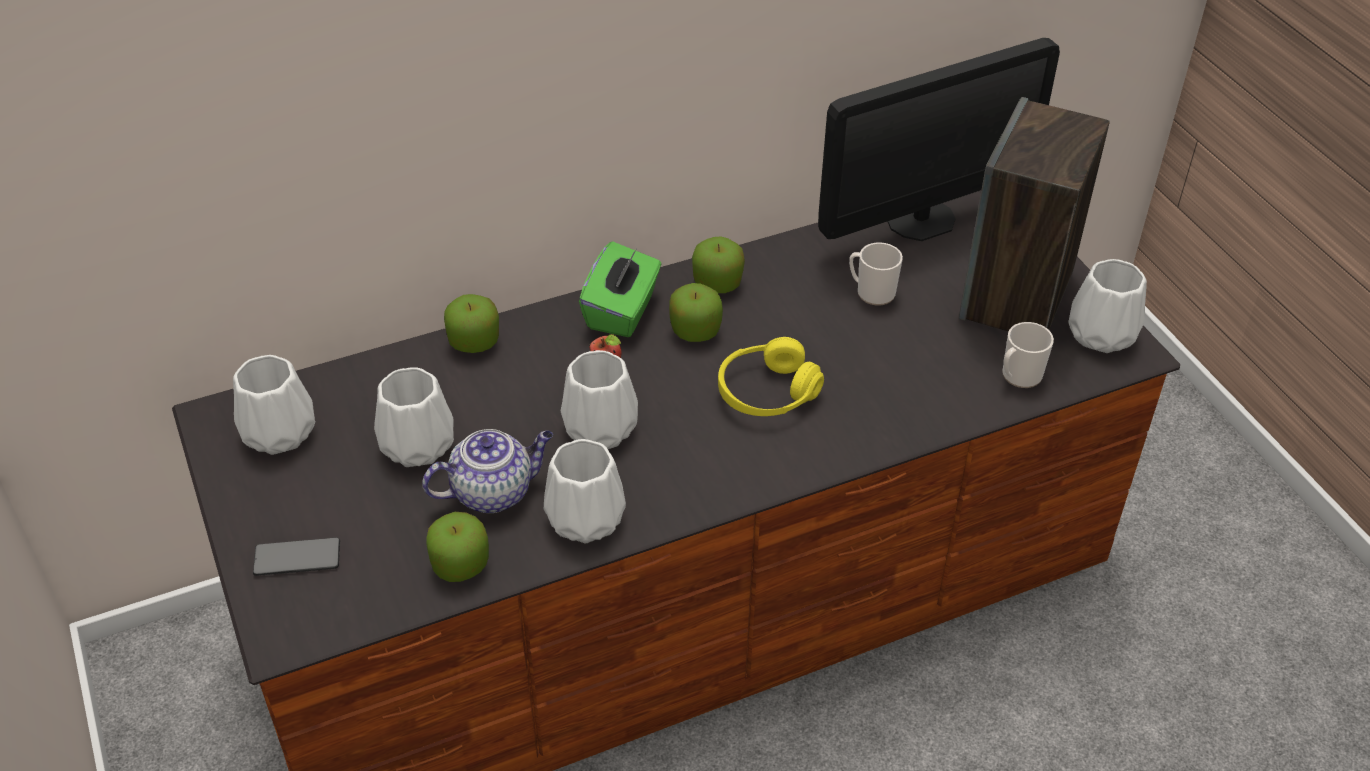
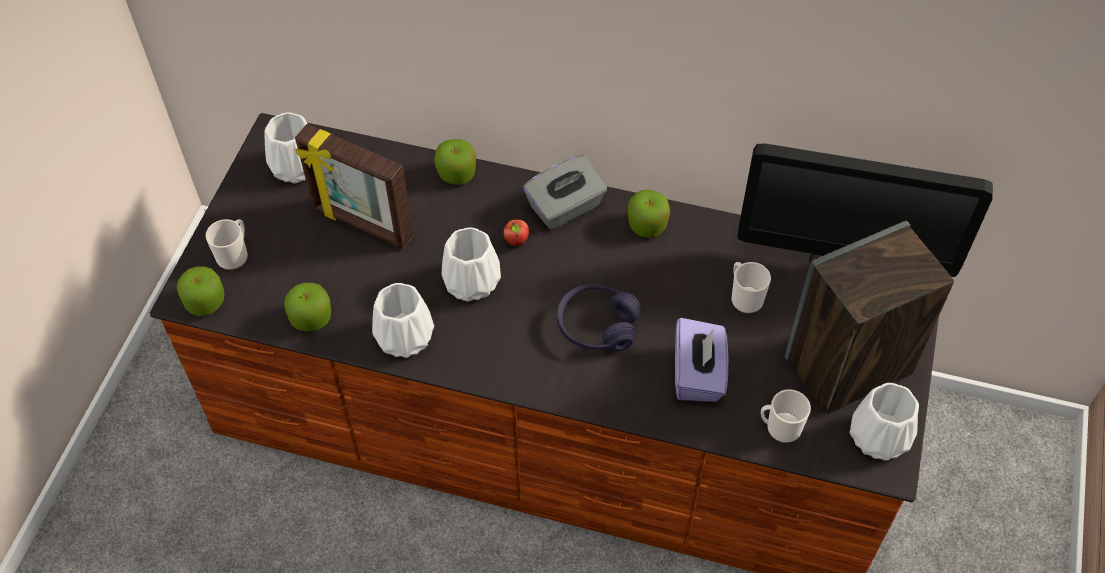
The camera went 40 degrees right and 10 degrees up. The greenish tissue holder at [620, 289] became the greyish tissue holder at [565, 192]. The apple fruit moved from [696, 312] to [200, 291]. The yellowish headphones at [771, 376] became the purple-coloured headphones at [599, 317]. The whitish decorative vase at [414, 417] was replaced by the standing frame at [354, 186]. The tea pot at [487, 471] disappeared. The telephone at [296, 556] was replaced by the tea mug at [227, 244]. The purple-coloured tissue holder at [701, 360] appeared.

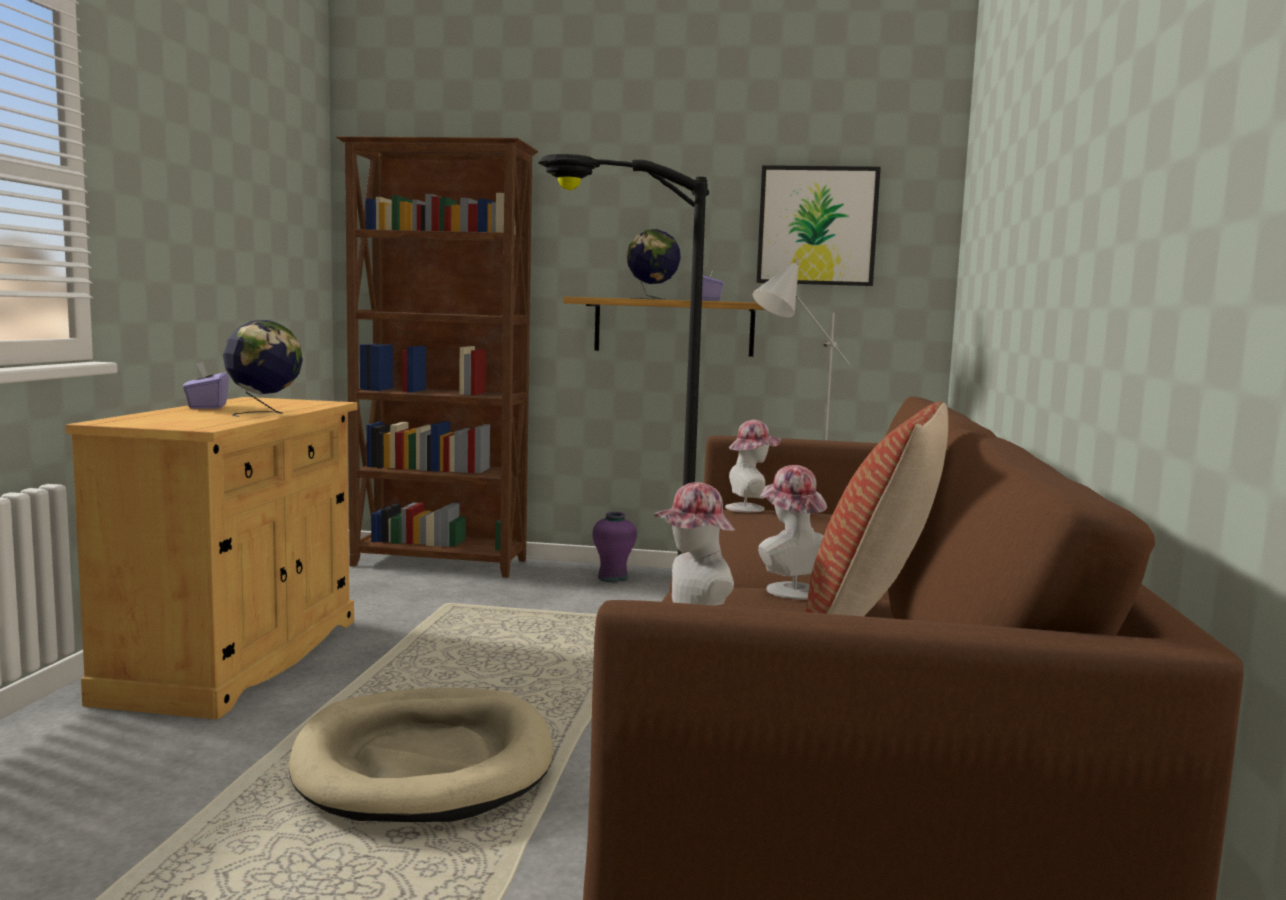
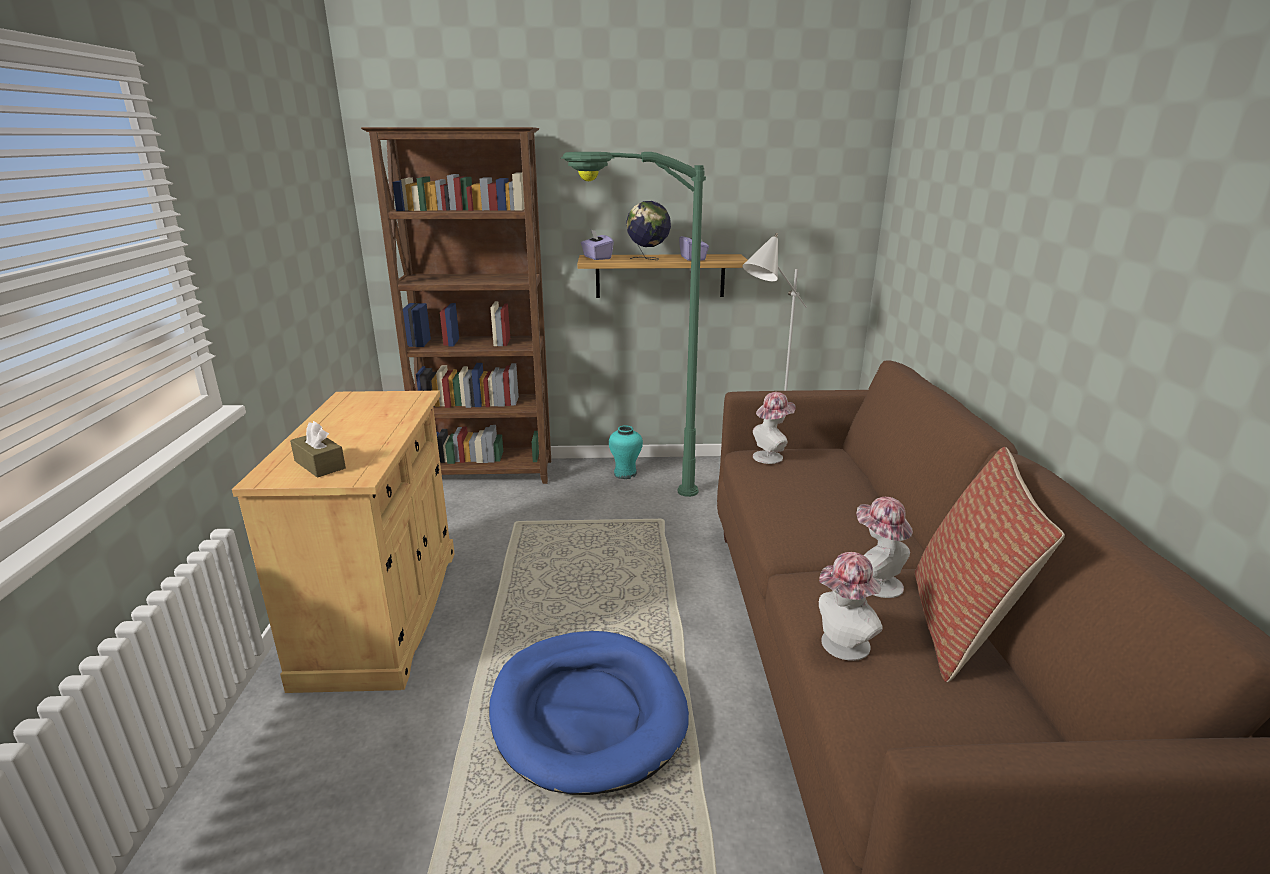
The camera went 10 degrees left and 15 degrees up. The black standard lamp at [623, 354] became the greenish standard lamp at [633, 324]. The wall art at [819, 225] disappeared. The world globe at [263, 368] disappeared. The purple-coloured tissue holder moved from [206, 385] to [597, 245]. The purple-coloured decorative vase at [615, 547] became the turquoise decorative vase at [626, 452]. The sand-coloured dog bed at [421, 754] became the bluish dog bed at [589, 713]. The brown tissue holder at [318, 449] appeared.

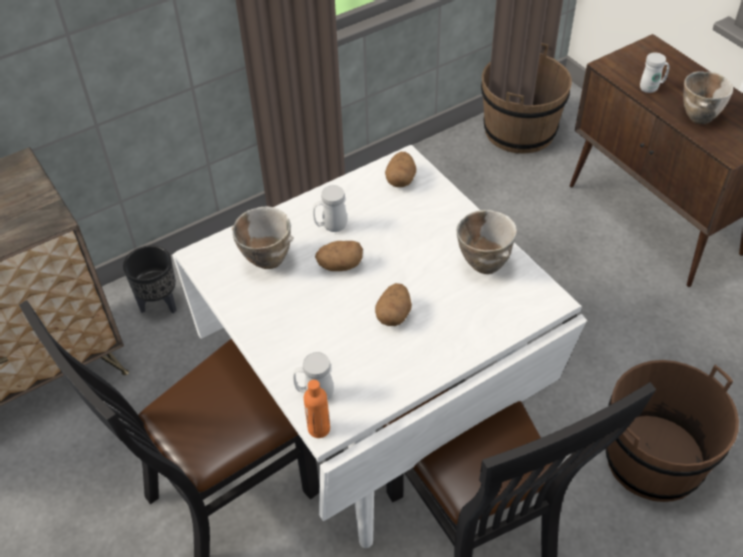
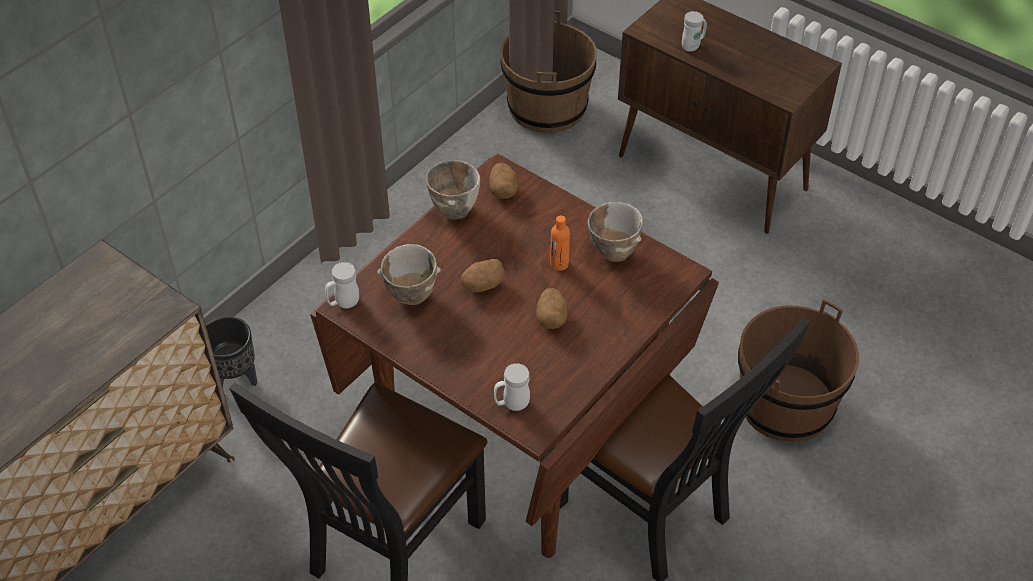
The camera went 20 degrees left and 0 degrees up. The serving bowl moved from [708, 97] to [453, 190]. The whitish dinner table at [379, 346] became the brown dinner table at [514, 356]. The whitish tea mug moved from [330, 208] to [342, 285]. The orange bottle moved from [317, 409] to [560, 243].

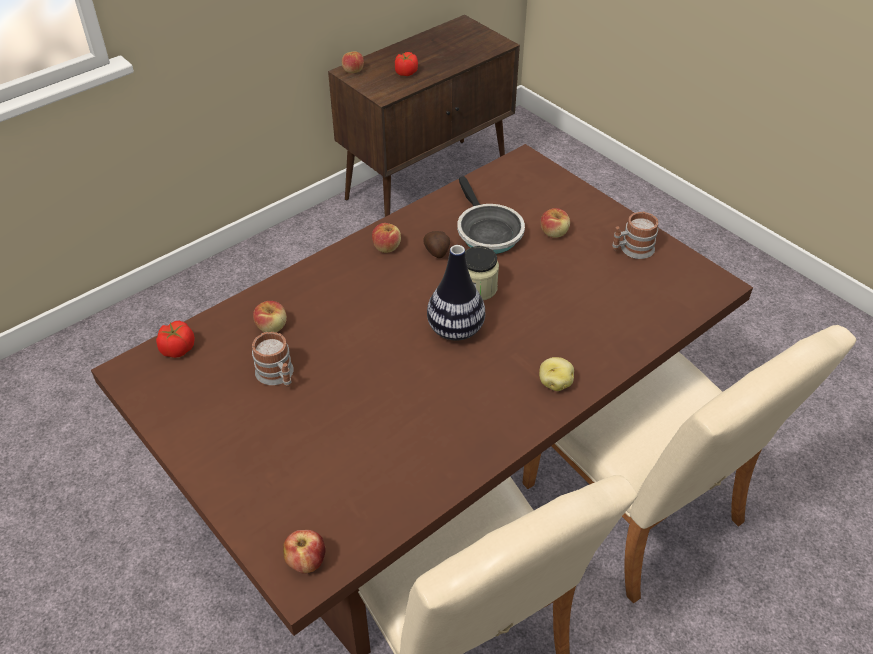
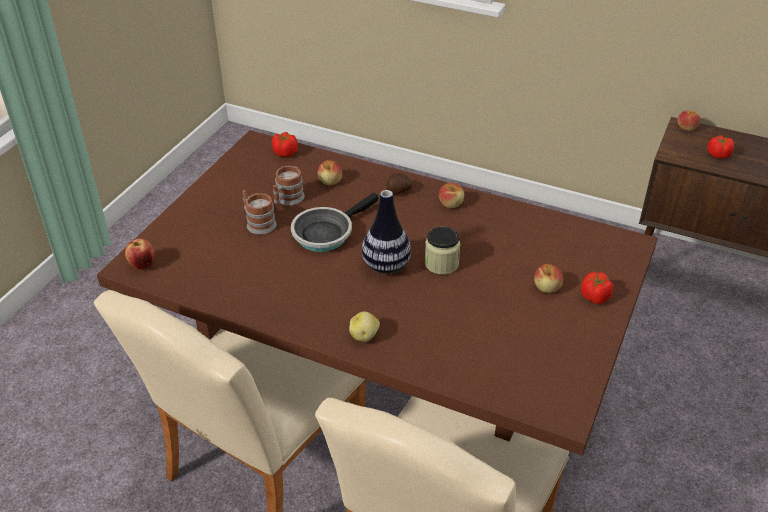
The camera went 65 degrees right and 5 degrees down. The pan moved from [491, 215] to [335, 222]. The tea mug moved from [635, 235] to [259, 212]. The potato moved from [436, 244] to [399, 184]. The tomato at [597, 288] appeared.

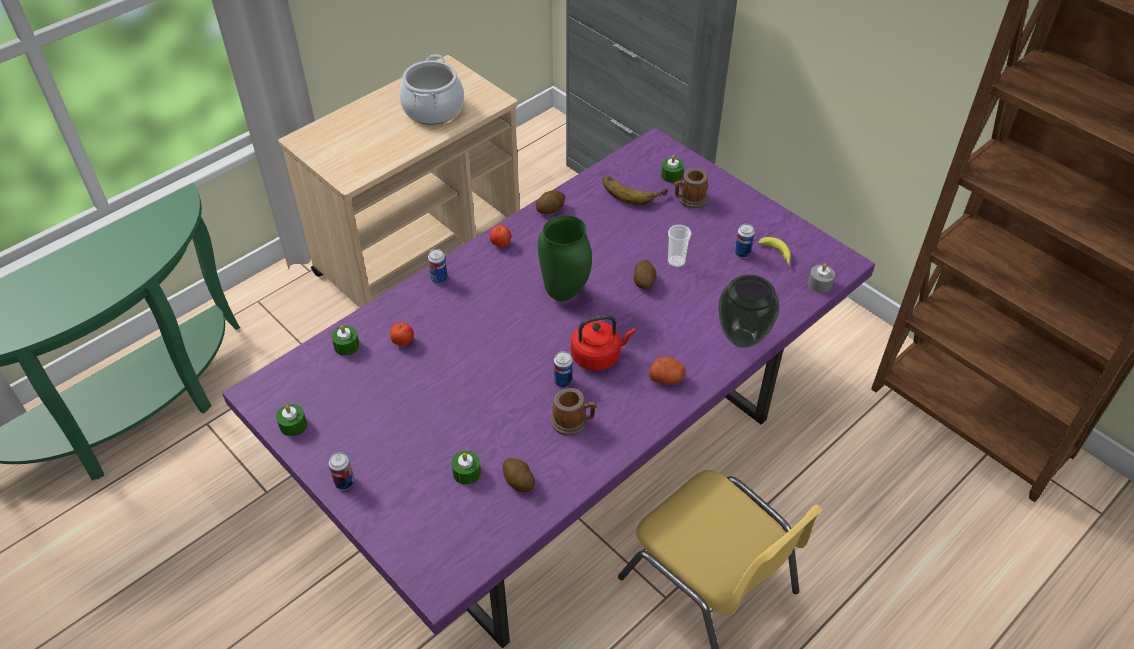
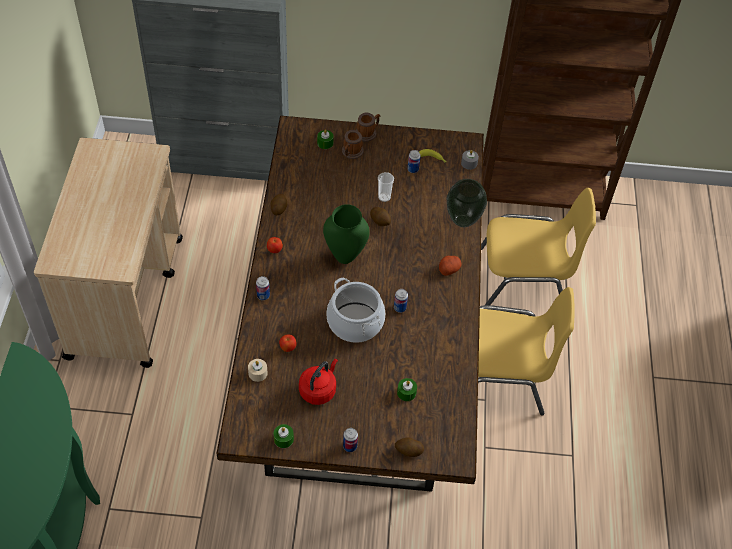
The camera went 45 degrees left and 5 degrees up. The saucepot moved from [431, 89] to [355, 310]. The purple-coloured dinner table at [548, 388] became the brown dinner table at [350, 304]. The banana at [635, 190] disappeared. The reddish tea kettle moved from [603, 343] to [318, 382]. The greenish candle at [345, 340] became the sand-coloured candle at [258, 370]. The tea mug moved from [574, 412] to [368, 127]. The potato moved from [519, 475] to [409, 447]. The yellowish plain chair at [538, 246] appeared.

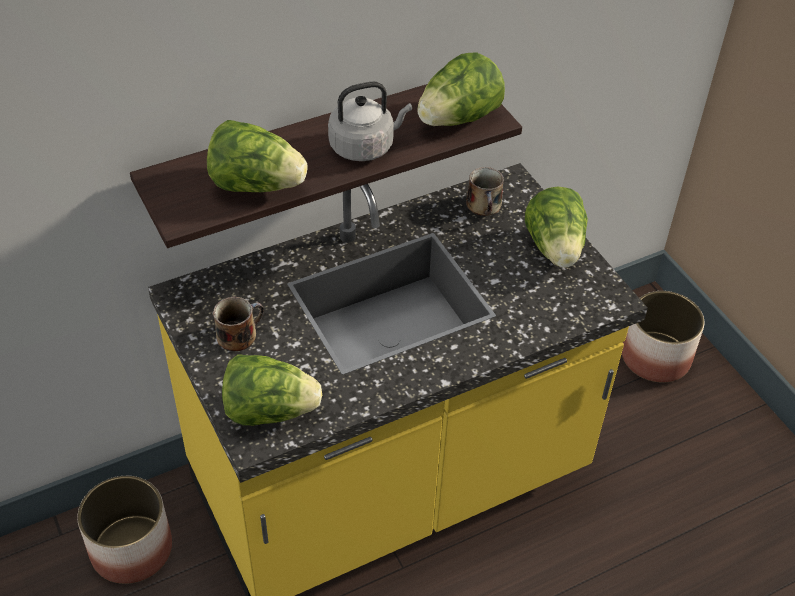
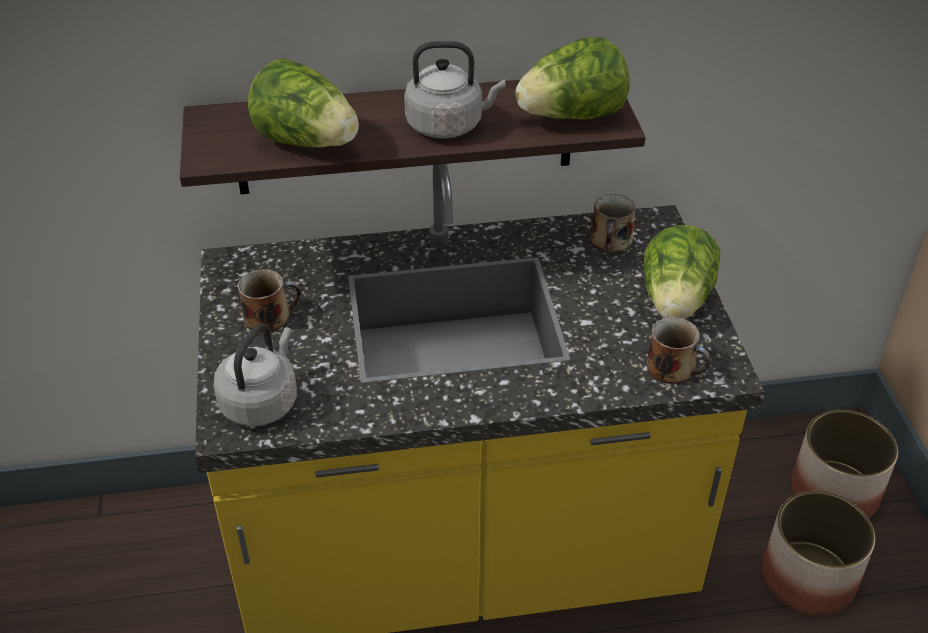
The camera went 20 degrees right and 5 degrees down. The lettuce head at [272, 390] was replaced by the greyish tea kettle at [255, 374]. The plant pot moved from [124, 530] to [818, 553]. The tea mug at [678, 350] appeared.

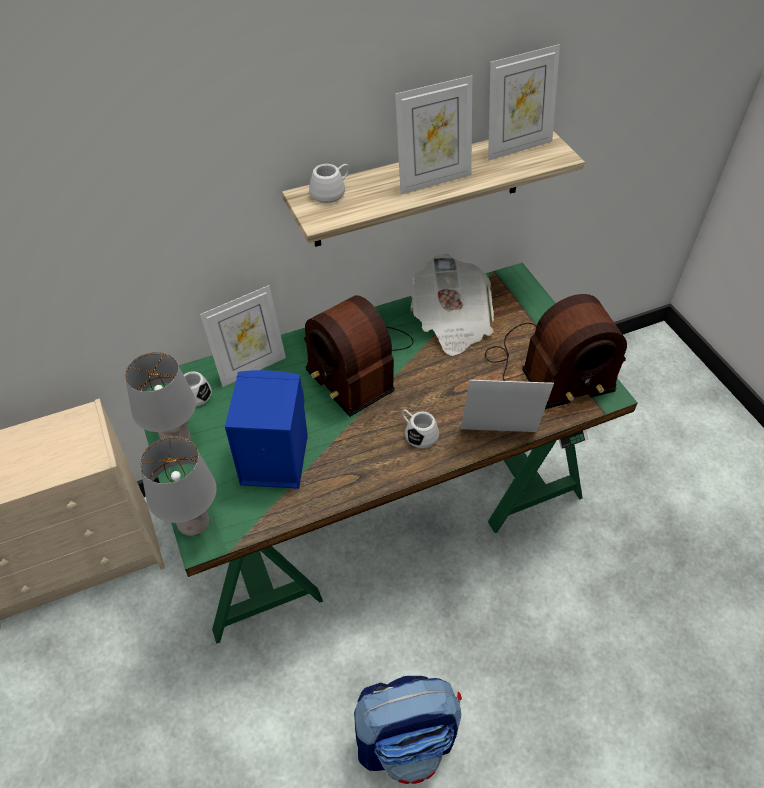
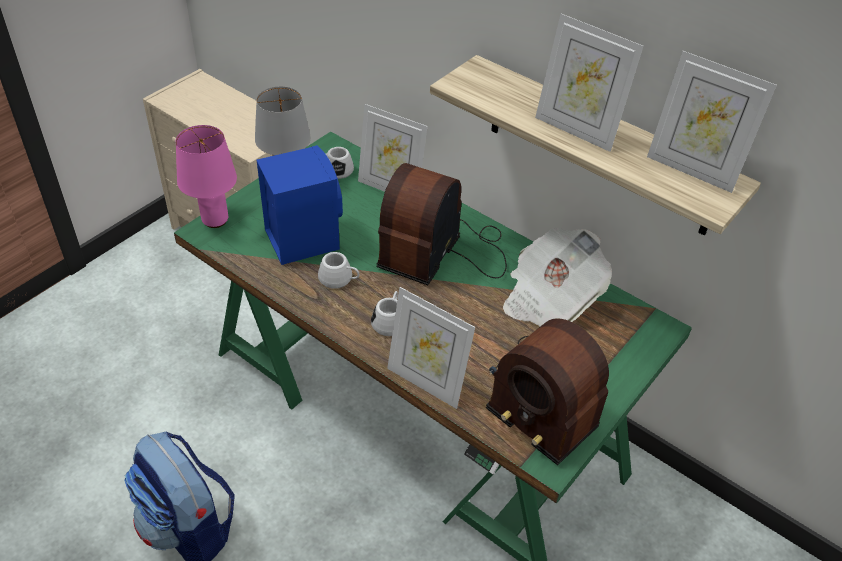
The camera went 60 degrees right and 5 degrees down. The whitish tea mug moved from [329, 183] to [338, 270]. The standing frame at [507, 406] turned 150 degrees clockwise. The greyish tabletop lamp at [178, 486] became the pinkish tabletop lamp at [206, 176].

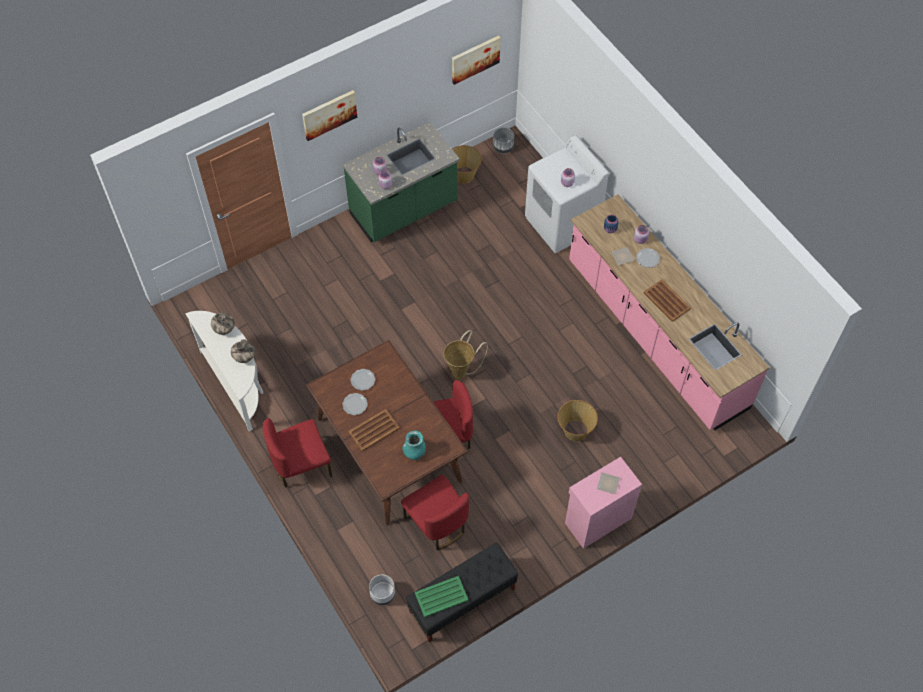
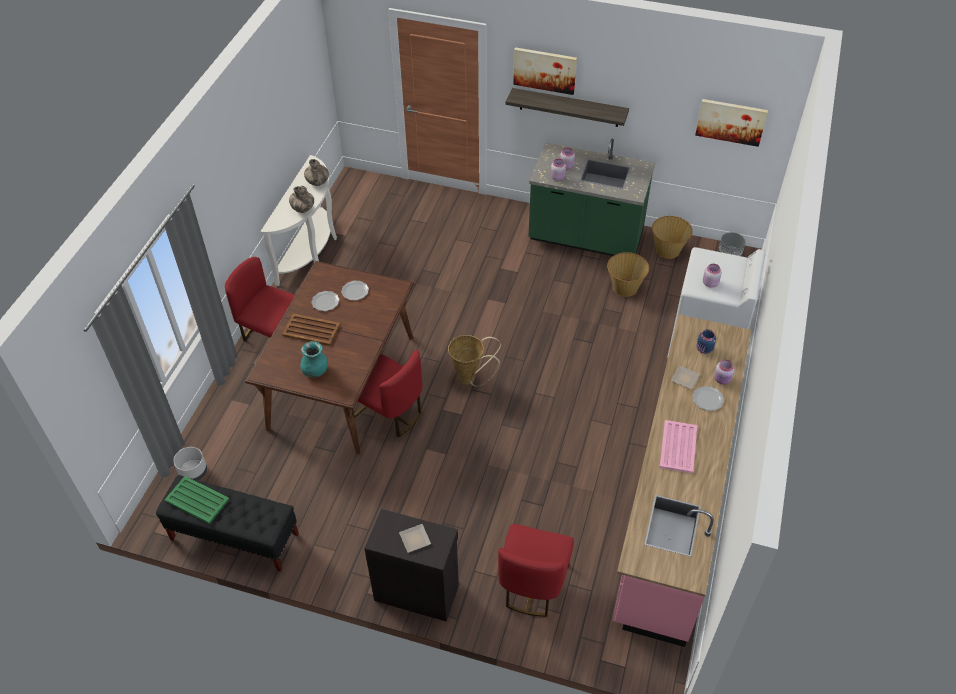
The camera went 50 degrees right and 10 degrees down. The brown serving tray at [667, 301] became the pinkish serving tray at [678, 446]. The household basket moved from [578, 420] to [628, 274]. The pinkish storage cabinet at [603, 503] became the black storage cabinet at [411, 565]. The reddish plain chair moved from [435, 512] to [536, 570]. The bracket shelf at [567, 107] appeared.

